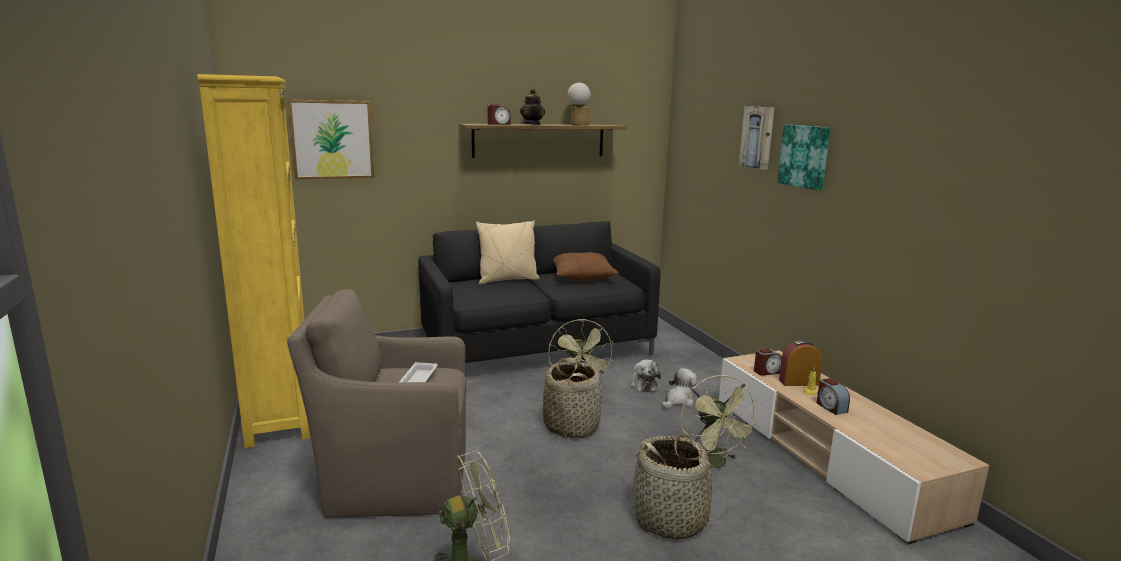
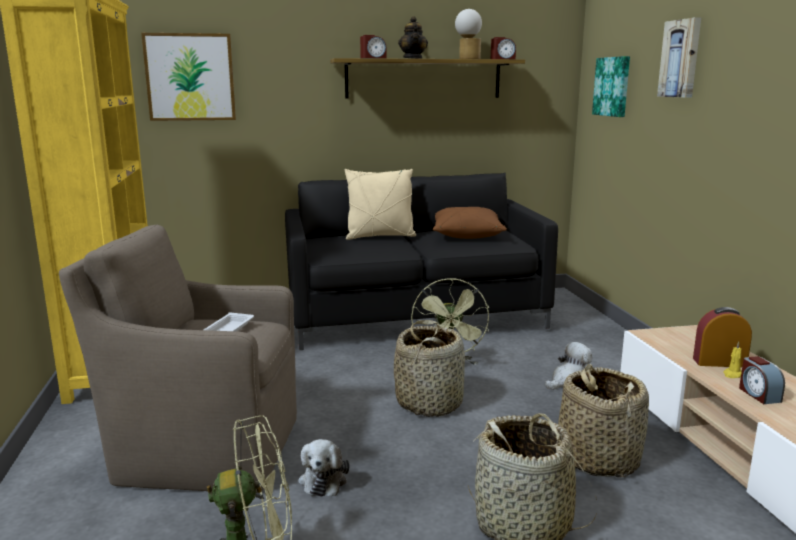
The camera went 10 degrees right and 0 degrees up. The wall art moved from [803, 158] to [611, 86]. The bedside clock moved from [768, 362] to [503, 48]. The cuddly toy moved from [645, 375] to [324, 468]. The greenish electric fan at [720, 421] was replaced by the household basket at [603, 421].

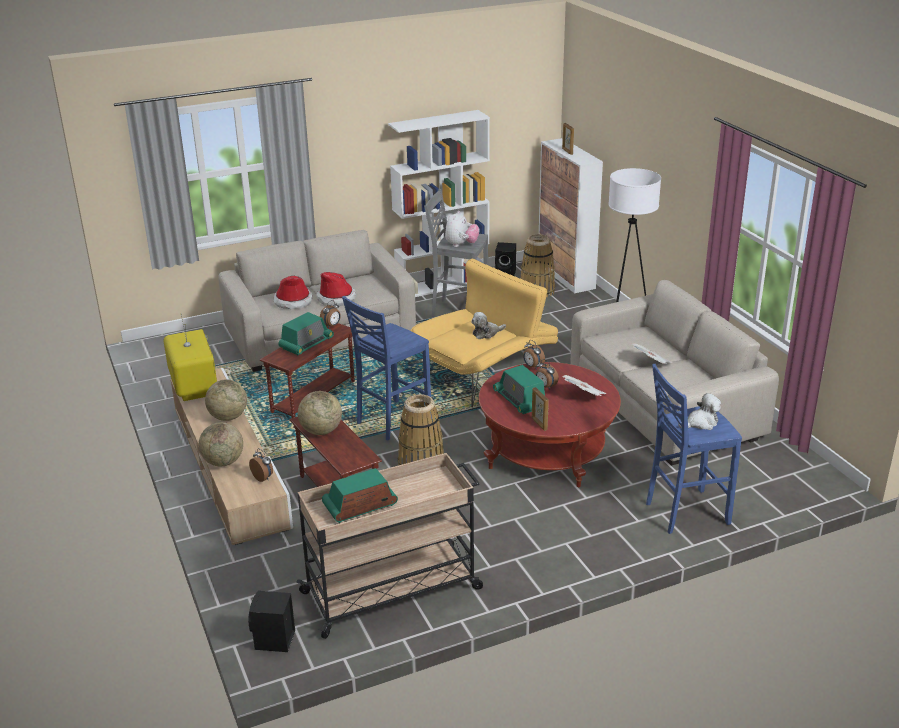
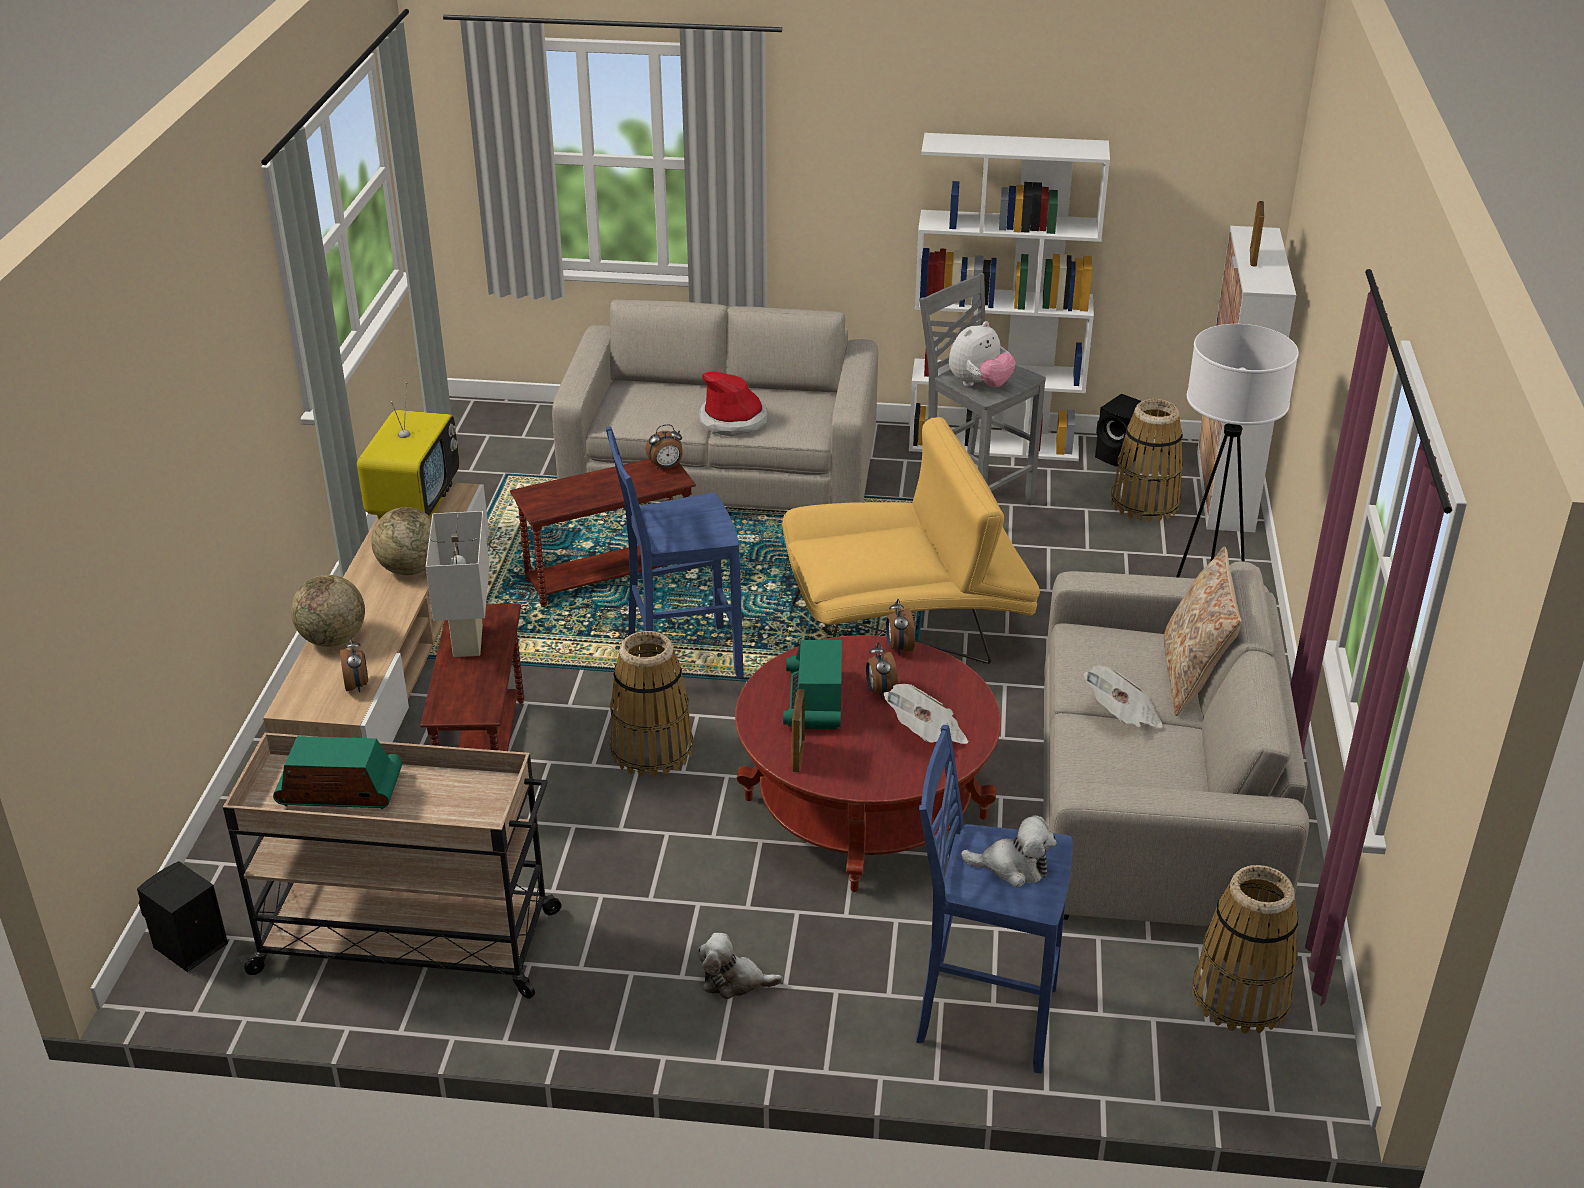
The camera went 30 degrees right and 5 degrees up. The clothing hat at [293, 292] disappeared. The radio receiver at [306, 334] disappeared. The cuddly toy moved from [488, 325] to [740, 966]. The world globe at [320, 413] was replaced by the whitish tabletop lamp at [457, 584]. The sand-coloured cushion at [1203, 631] appeared. The household basket at [1245, 949] appeared.

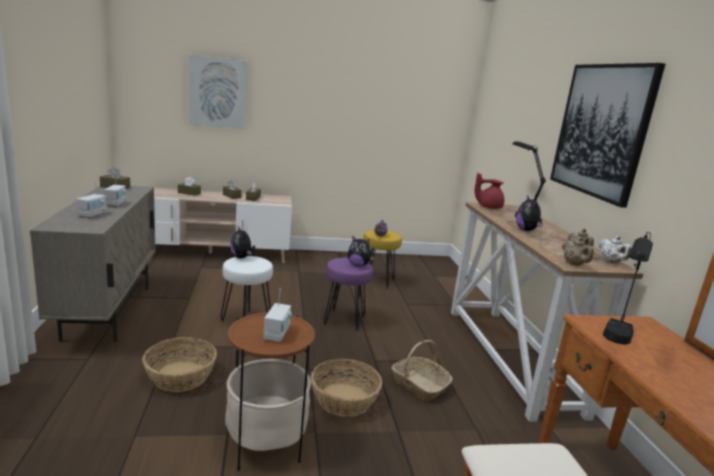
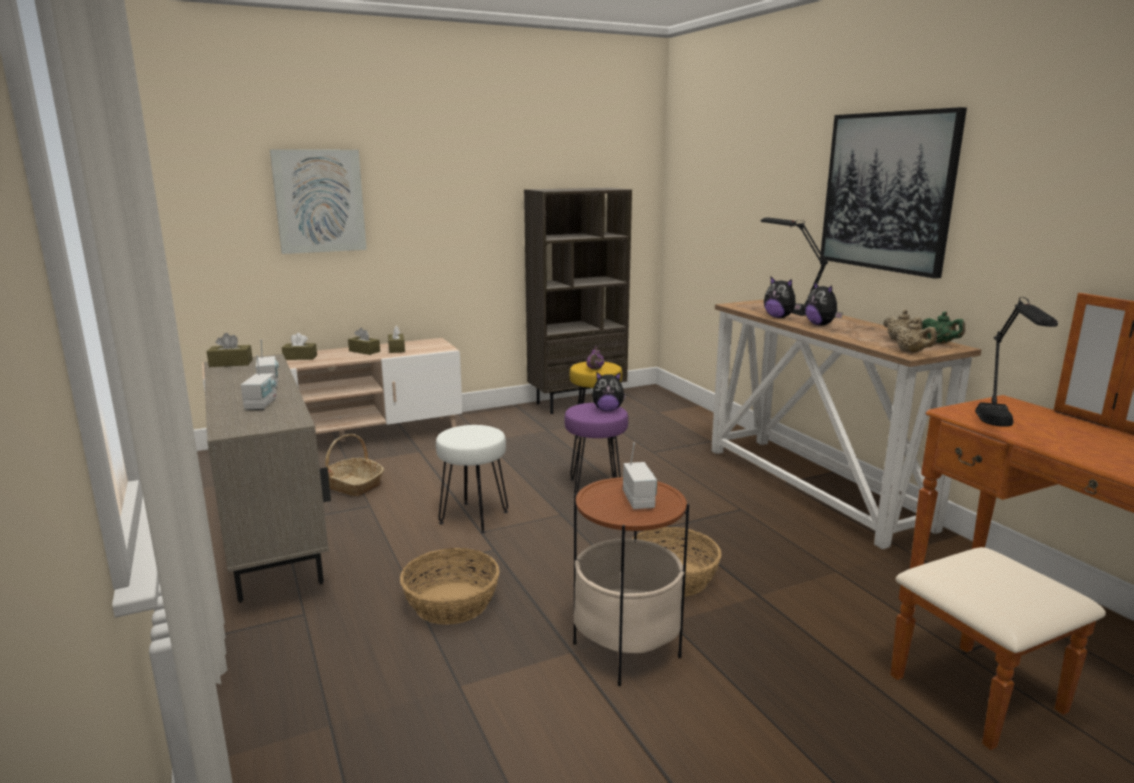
The camera went 15 degrees left and 0 degrees up. The reddish tea pot at [489, 191] disappeared. The cuddly toy moved from [242, 242] to [782, 297]. The whitish tea pot at [615, 249] became the greenish tea pot at [943, 328]. The household basket moved from [422, 370] to [354, 465]. The brown bookshelf at [578, 301] appeared.

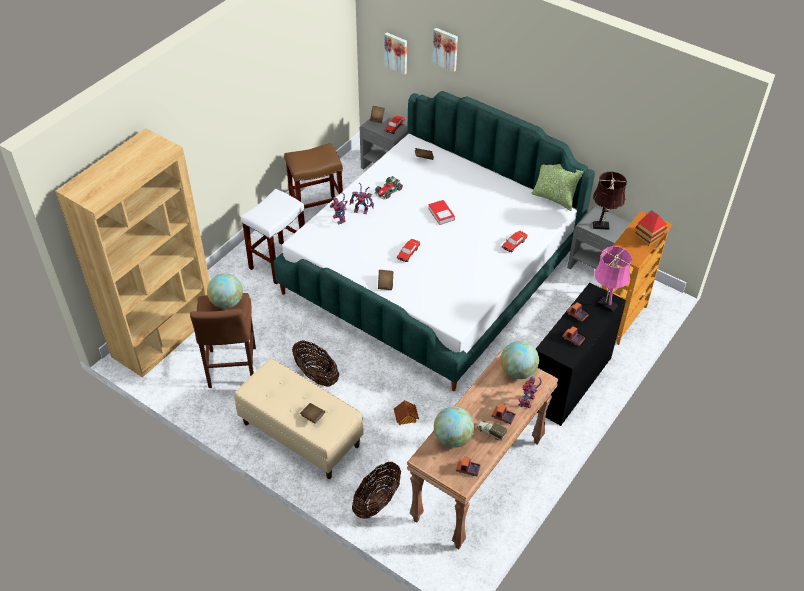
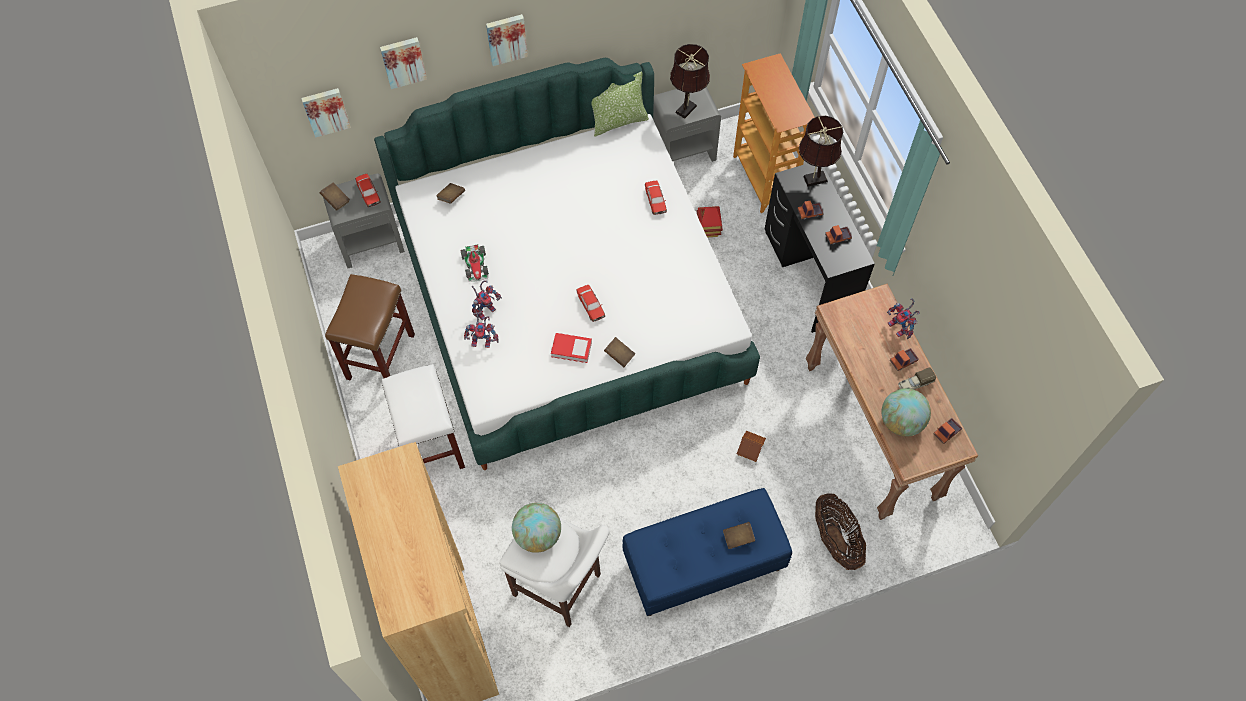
The camera went 55 degrees left and 15 degrees up. The volume moved from [441, 212] to [571, 348]. The miniature house moved from [651, 228] to [710, 222]. The pinkish tabletop lamp at [613, 279] became the brown tabletop lamp at [821, 151]. The brown stool at [223, 340] became the whitish stool at [554, 572]. The household basket at [315, 363] disappeared. The world globe at [520, 360] disappeared. The sand-coloured bench at [298, 418] became the bluish bench at [707, 552]. The wall art at [507, 40] appeared.

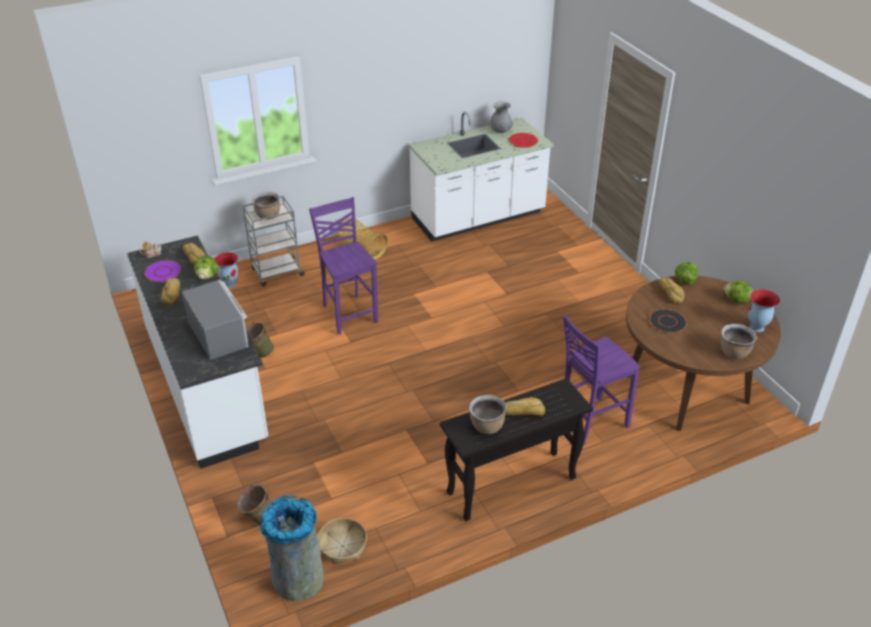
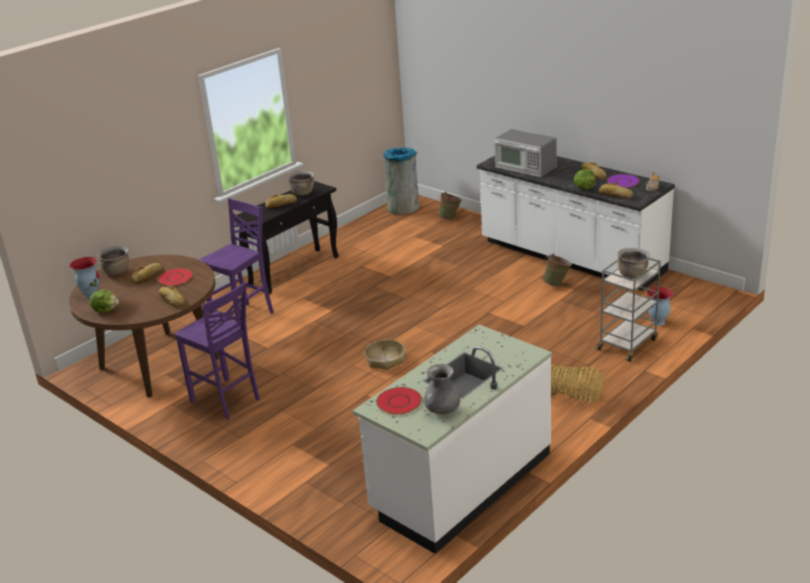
The camera went 160 degrees right and 10 degrees down. The purple-coloured plain chair moved from [343, 266] to [217, 350]. The lettuce head at [687, 273] disappeared. The black flat dish at [668, 321] became the reddish flat dish at [175, 277]. The household basket moved from [342, 541] to [385, 355]. The baked bread at [147, 273] appeared.

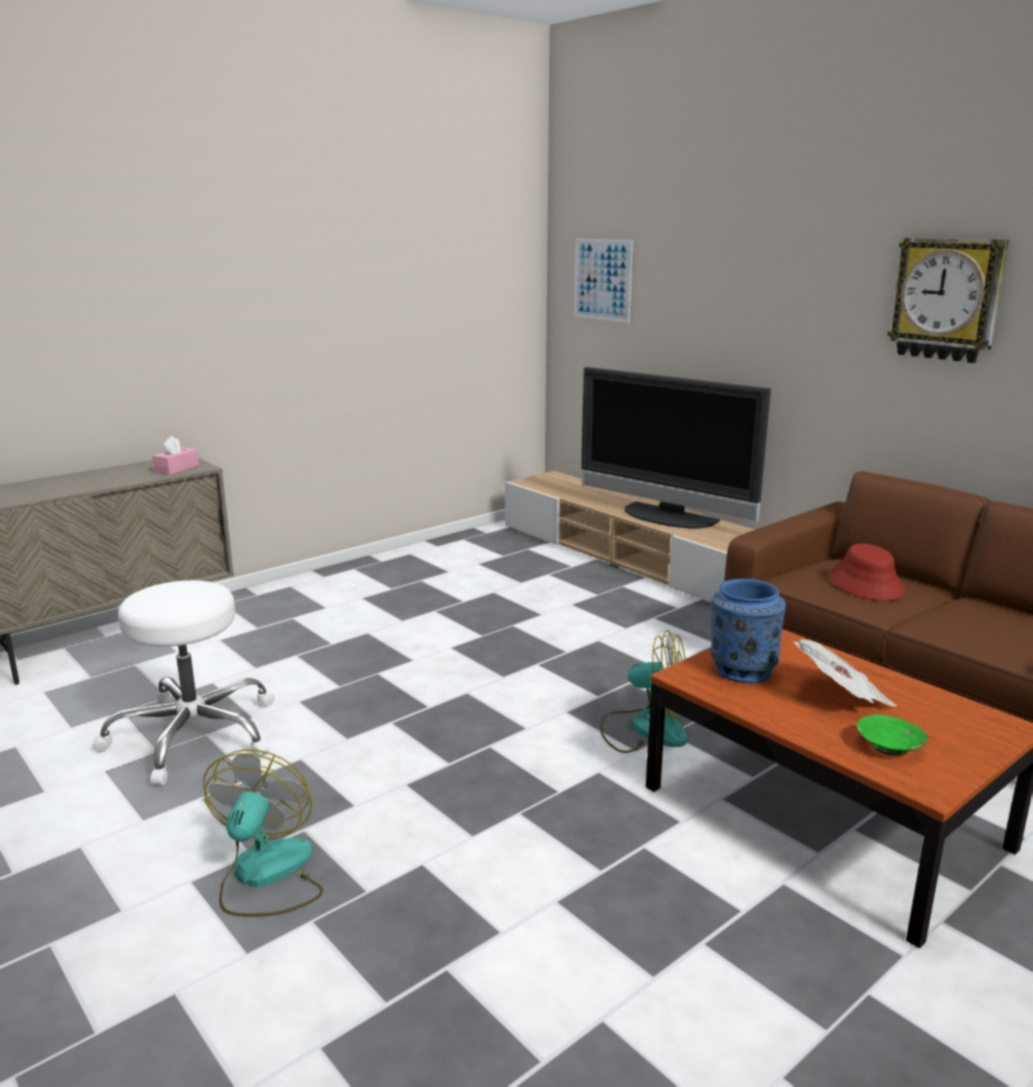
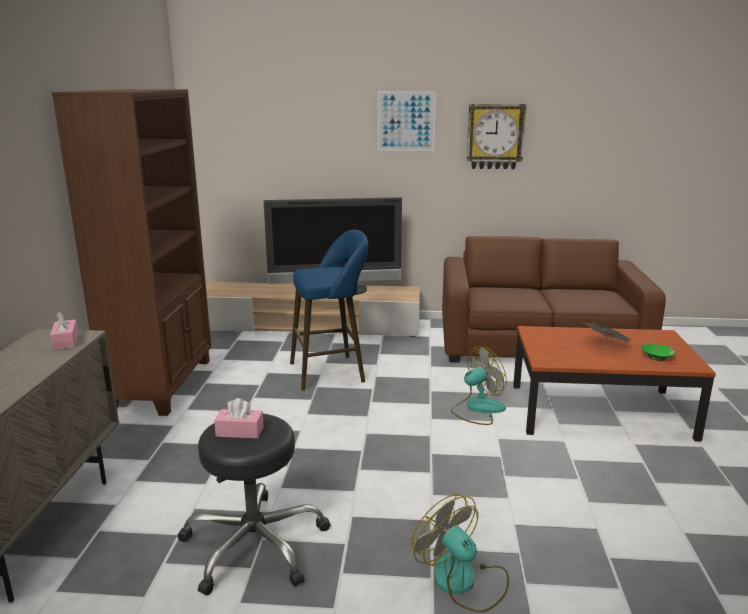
The camera went 45 degrees left and 0 degrees up. The wall art moved from [603, 280] to [407, 121]. The reddish clothing hat at [867, 572] disappeared. The bluish decorative vase at [748, 631] disappeared. The whitish stool at [184, 683] became the black stool at [254, 505]. The brown bookshelf at [131, 252] appeared. The bluish stool at [329, 310] appeared. The pinkish tissue holder at [239, 418] appeared.

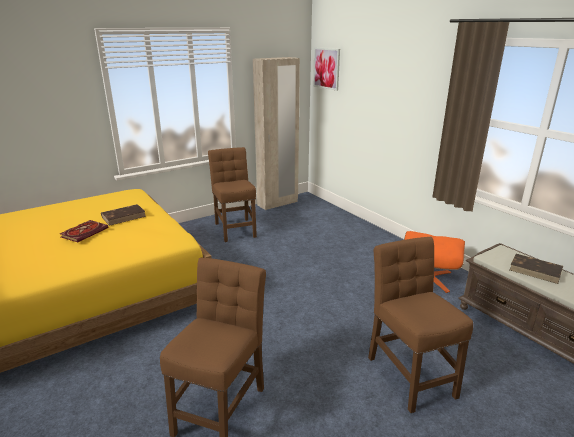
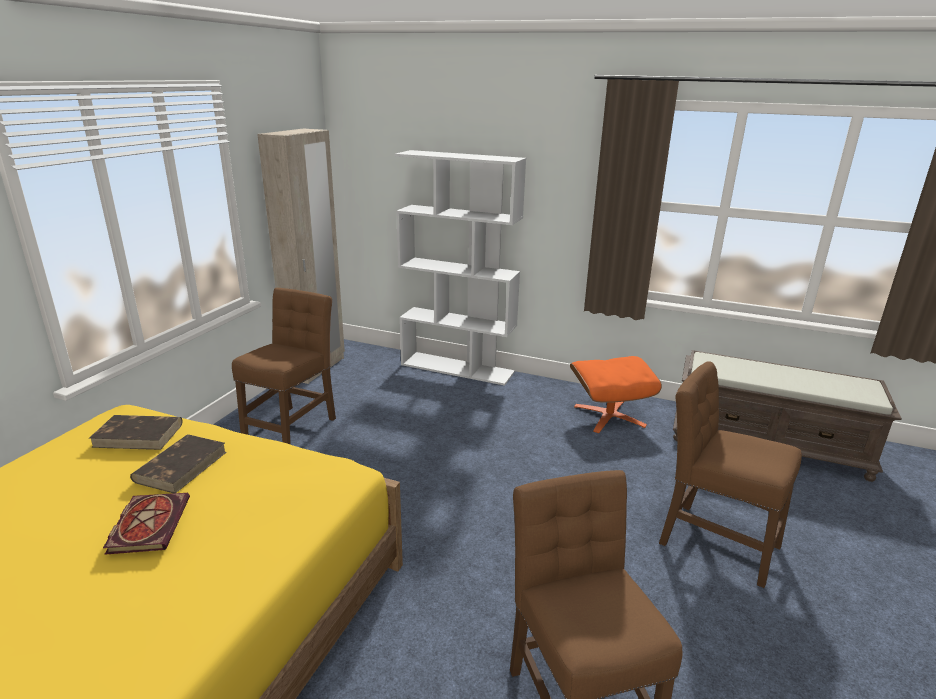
The camera went 35 degrees left and 0 degrees up. The wall art at [326, 69] disappeared. The brown plain chair at [232, 194] turned 75 degrees clockwise. The brown volume moved from [536, 269] to [136, 432]. The whitish bookshelf at [460, 268] appeared.

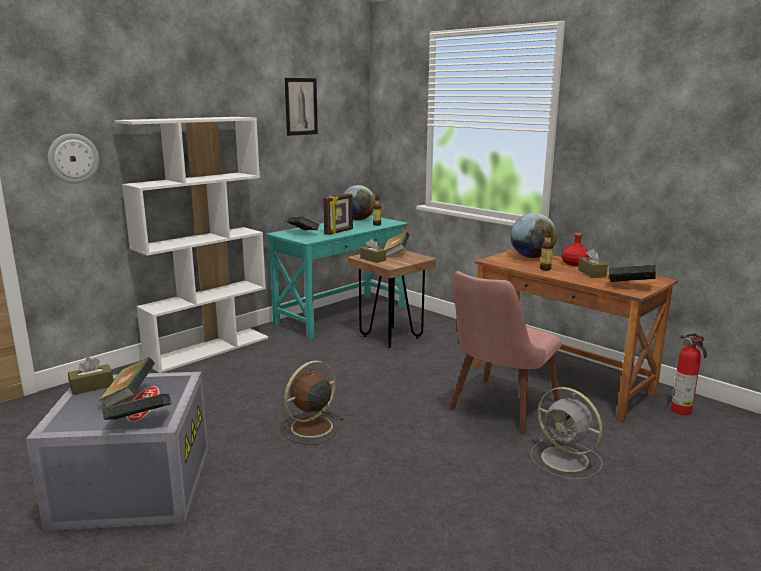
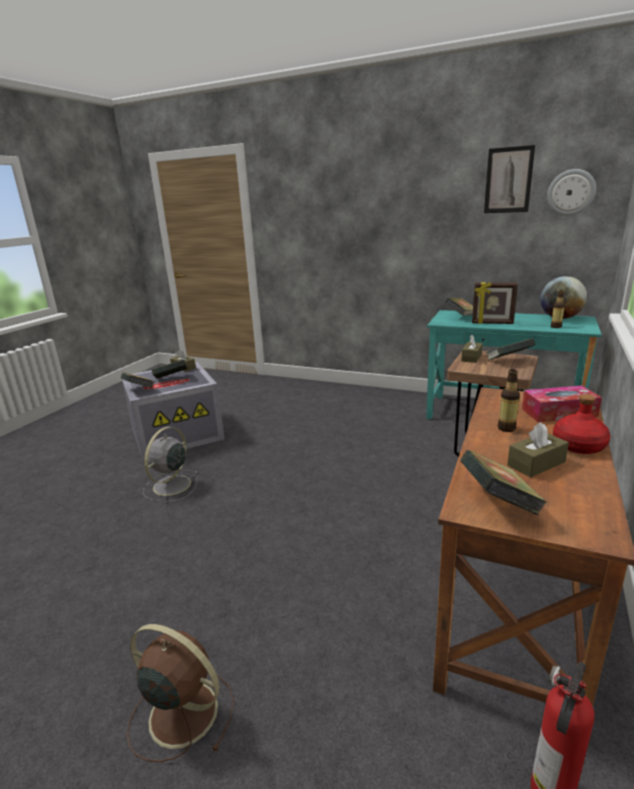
The camera went 70 degrees right and 5 degrees up. The whitish bookshelf at [191, 245] disappeared. The clock on the wall moved from [73, 159] to [571, 192]. The world globe at [534, 235] was replaced by the tissue holder at [562, 404]. The pinkish plain chair at [506, 352] disappeared. The brown electric fan moved from [311, 403] to [180, 693]. The greyish electric fan moved from [566, 433] to [171, 464].

